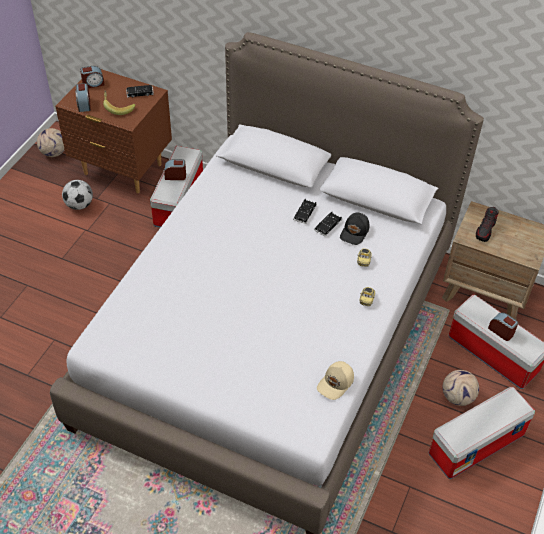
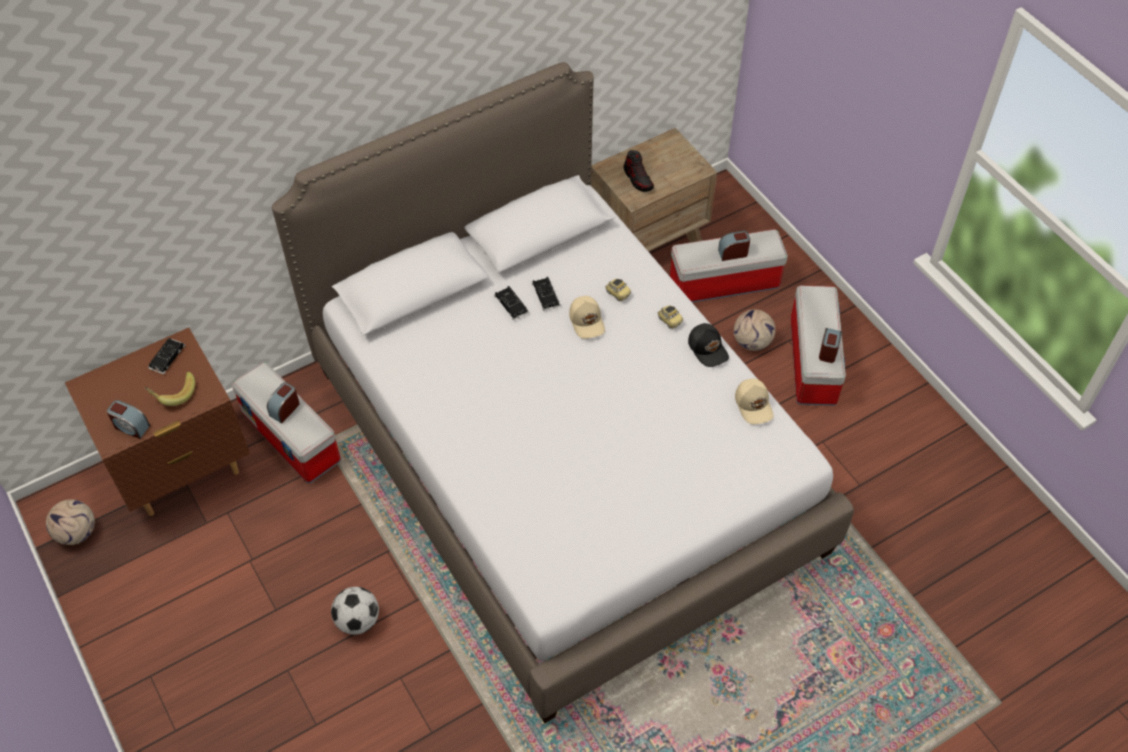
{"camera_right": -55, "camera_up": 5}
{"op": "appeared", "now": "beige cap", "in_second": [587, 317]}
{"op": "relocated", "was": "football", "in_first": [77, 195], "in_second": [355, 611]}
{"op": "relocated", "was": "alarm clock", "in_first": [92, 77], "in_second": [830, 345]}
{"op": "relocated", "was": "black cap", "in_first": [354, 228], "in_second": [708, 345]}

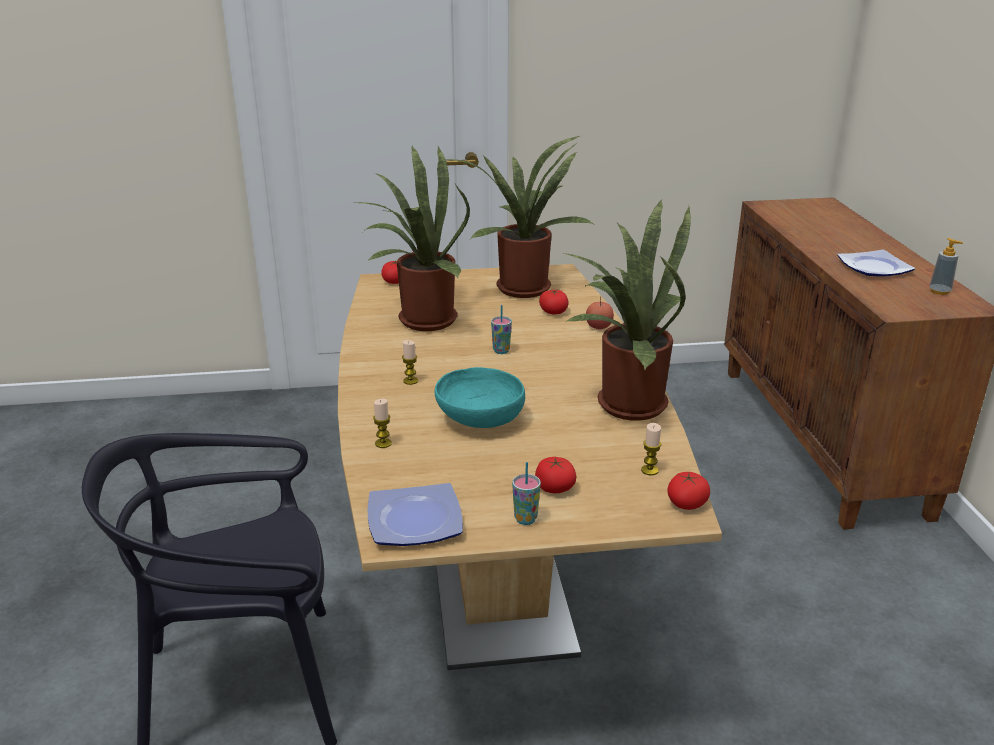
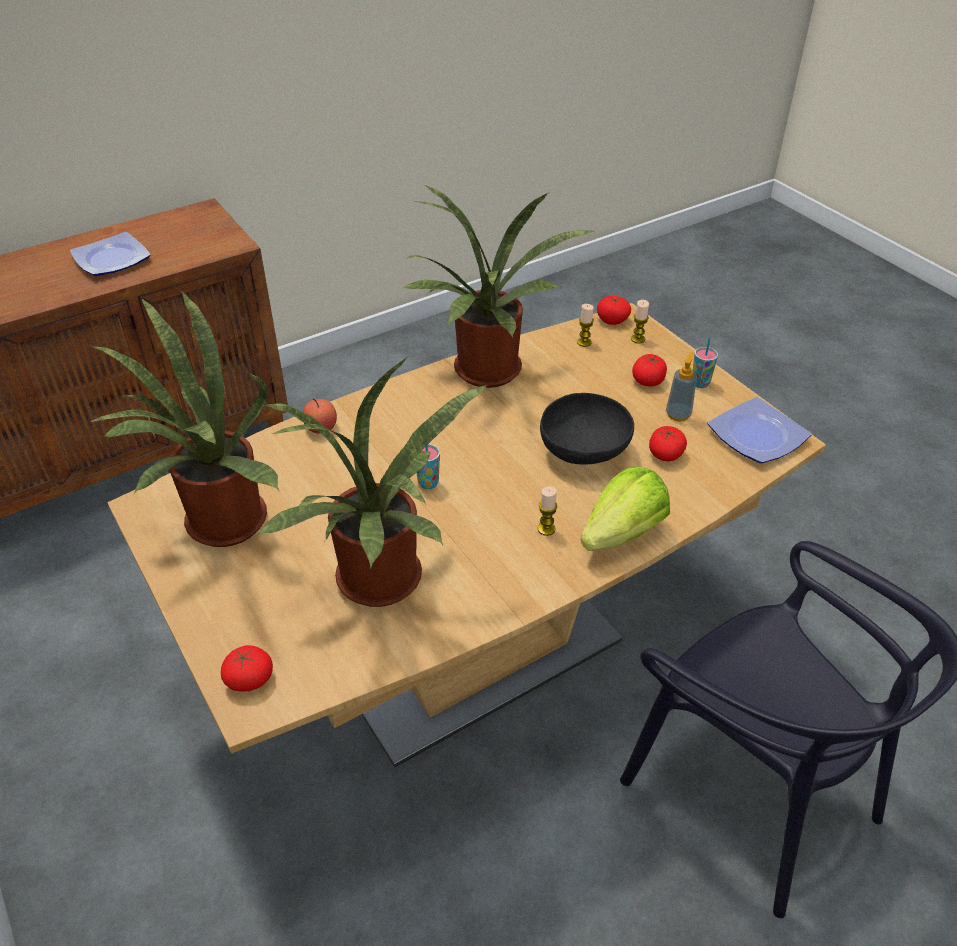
{"camera_right": -115, "camera_up": 15}
{"op": "appeared", "now": "lettuce", "in_second": [625, 509]}
{"op": "relocated", "was": "candle", "in_first": [382, 423], "in_second": [640, 321]}
{"op": "relocated", "was": "tomato", "in_first": [554, 302], "in_second": [668, 443]}
{"op": "relocated", "was": "soap dispenser", "in_first": [946, 266], "in_second": [681, 387]}
{"op": "colour", "was": "turquoise bowl", "now": "black bowl", "in_first": [480, 397], "in_second": [587, 428]}

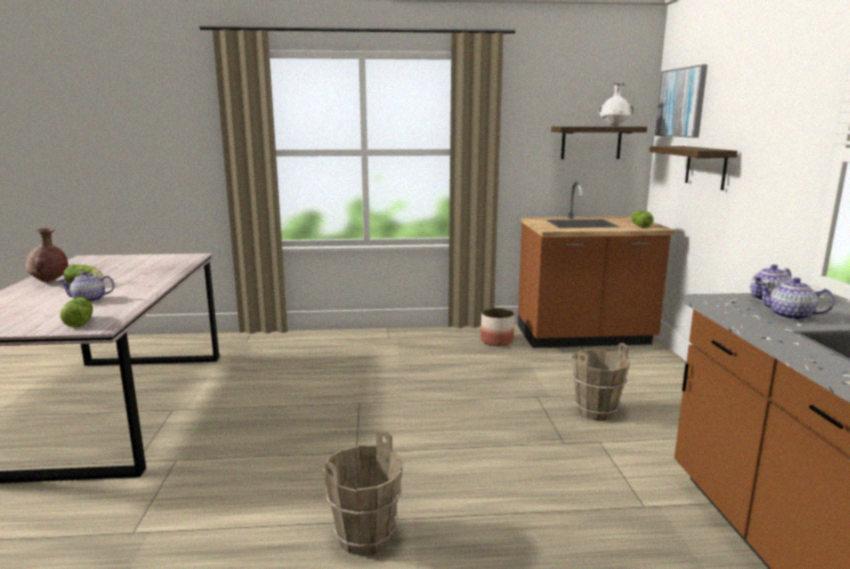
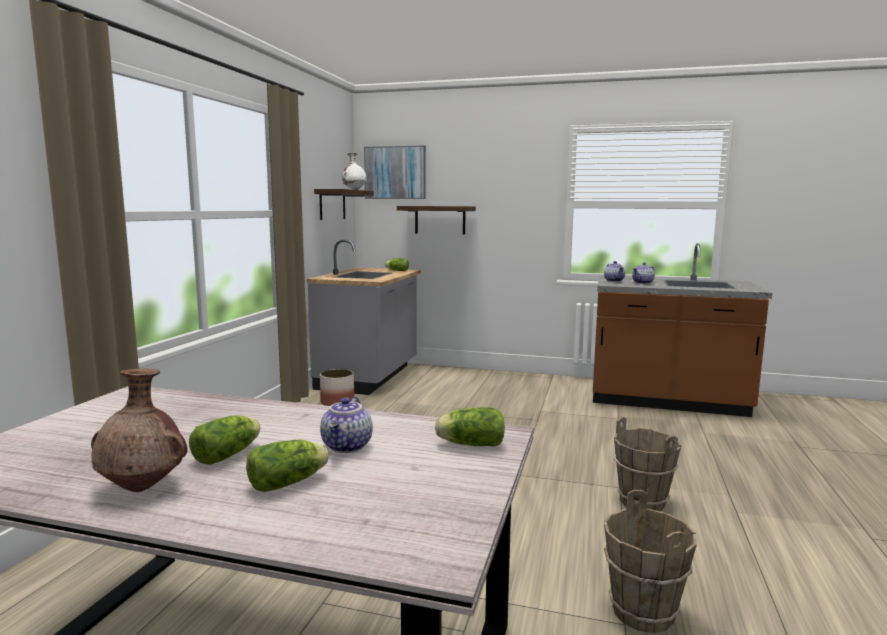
{"camera_right": -70, "camera_up": -5}
{"op": "appeared", "now": "lettuce", "in_second": [287, 465]}
{"op": "relocated", "was": "brown bucket", "in_first": [601, 382], "in_second": [650, 561]}
{"op": "colour", "was": "brown counter", "now": "grey counter", "in_first": [596, 265], "in_second": [364, 317]}

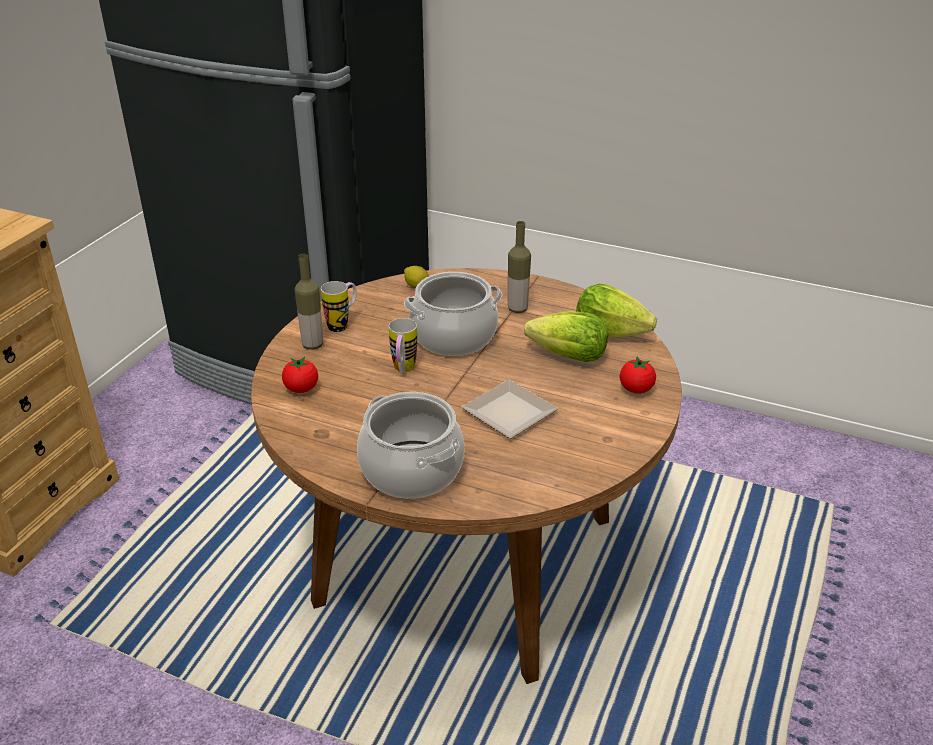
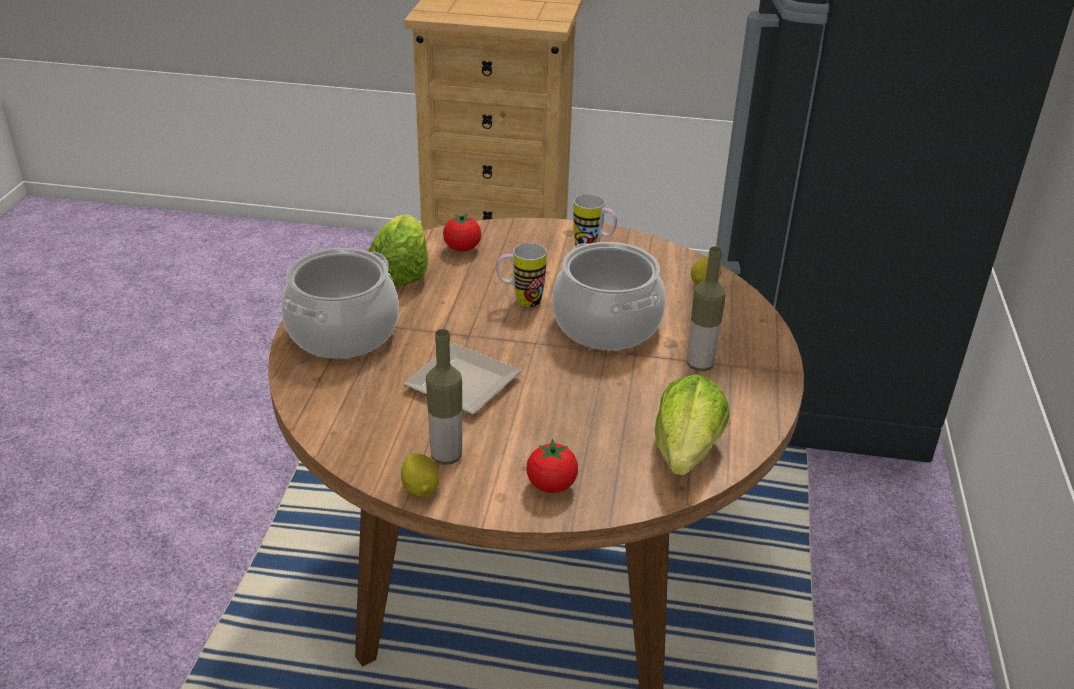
{"camera_right": 75, "camera_up": 0}
{"op": "appeared", "now": "lemon", "in_second": [420, 475]}
{"op": "relocated", "was": "bottle", "in_first": [308, 302], "in_second": [444, 397]}
{"op": "relocated", "was": "lettuce", "in_first": [566, 336], "in_second": [399, 250]}

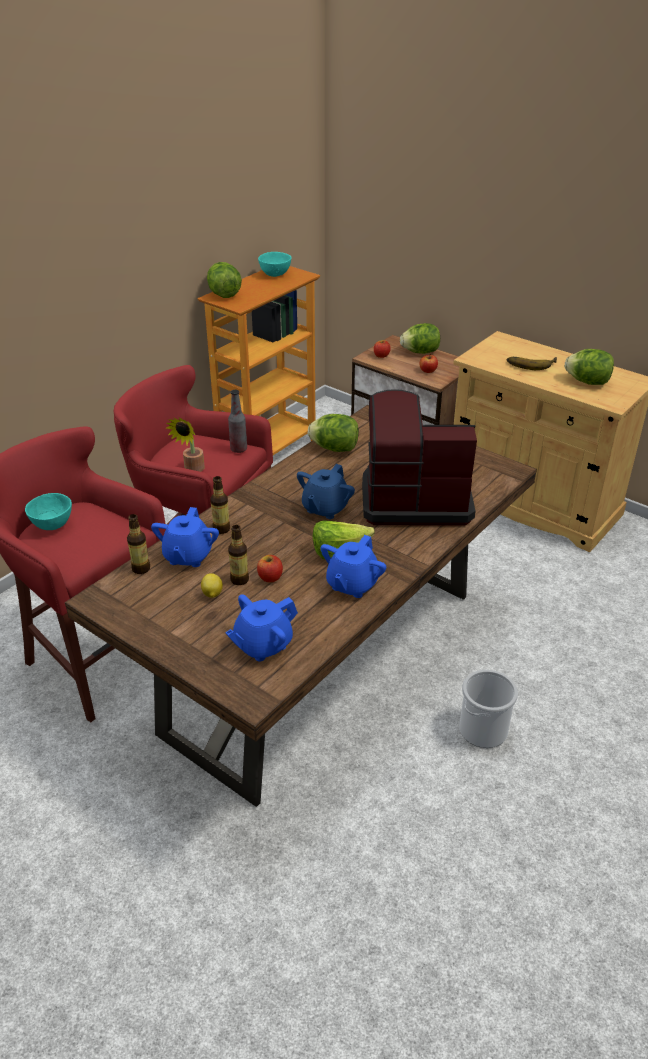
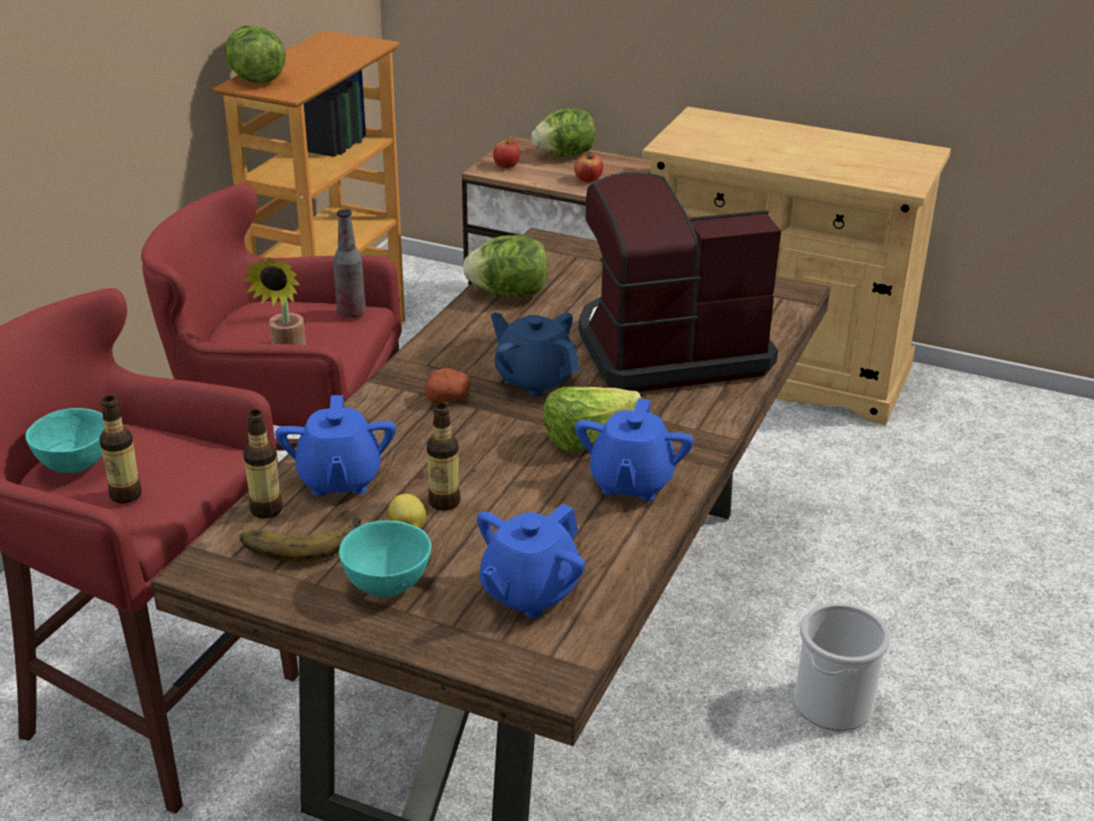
{"camera_right": -15, "camera_up": -5}
{"op": "missing", "was": "apple", "in_first": [270, 568]}
{"op": "missing", "was": "lettuce", "in_first": [589, 367]}
{"op": "appeared", "now": "potato", "in_second": [447, 385]}
{"op": "relocated", "was": "bottle", "in_first": [220, 505], "in_second": [120, 449]}
{"op": "relocated", "was": "turquoise bowl", "in_first": [274, 264], "in_second": [385, 559]}
{"op": "relocated", "was": "banana", "in_first": [532, 363], "in_second": [300, 539]}
{"op": "spun", "was": "blue teapot", "in_first": [326, 491], "in_second": [535, 354], "clockwise": 120}

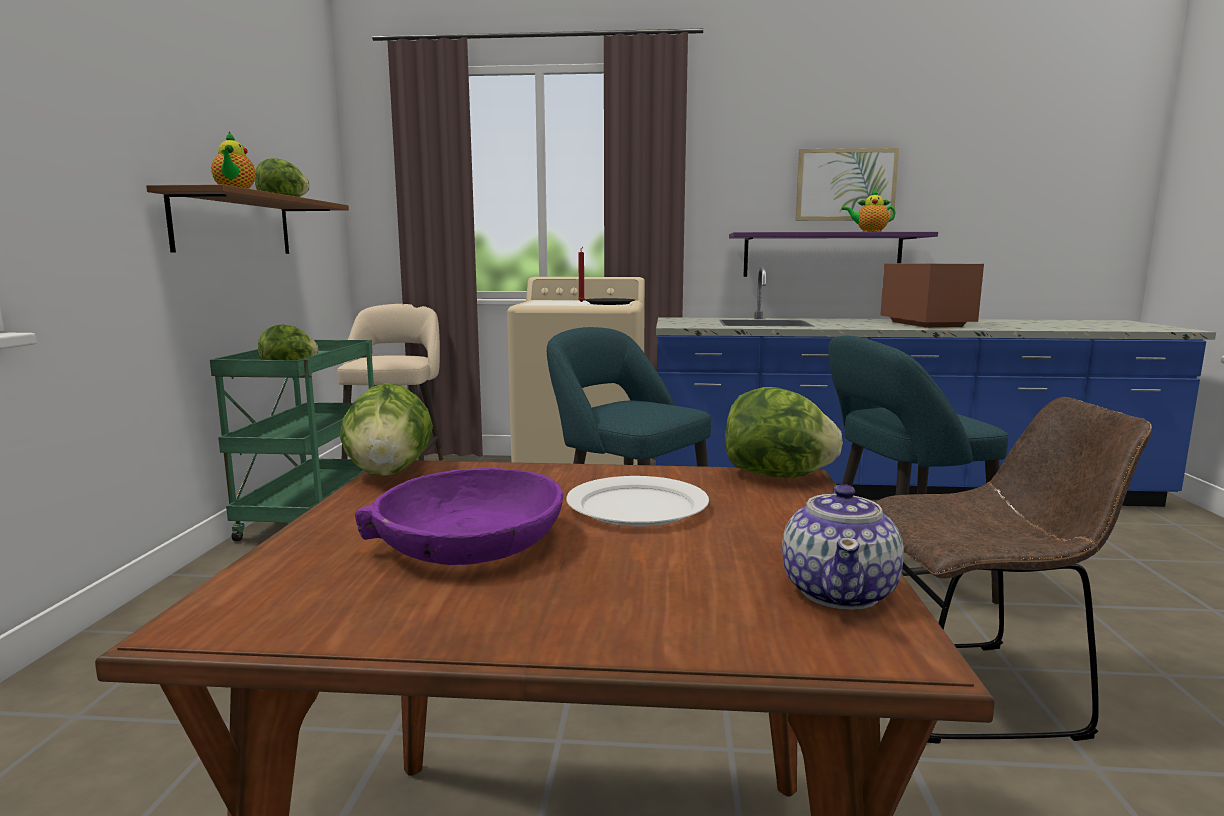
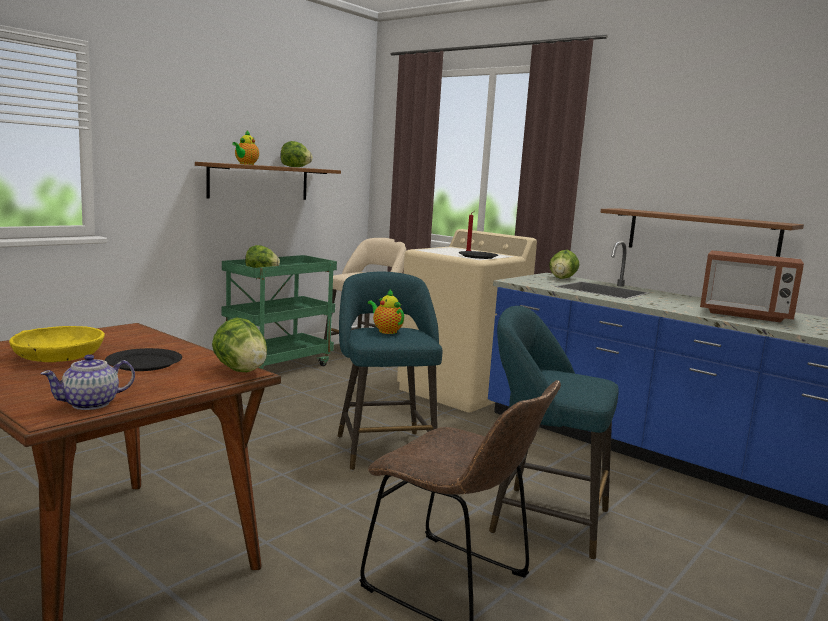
{"camera_right": 35, "camera_up": 0}
{"op": "missing", "was": "picture", "in_first": [847, 184]}
{"op": "relocated", "was": "lettuce", "in_first": [386, 430], "in_second": [564, 264]}
{"op": "relocated", "was": "teapot", "in_first": [868, 210], "in_second": [385, 311]}
{"op": "colour", "was": "purple bowl", "now": "yellow bowl", "in_first": [459, 516], "in_second": [57, 344]}
{"op": "colour", "was": "white plate", "now": "black plate", "in_first": [637, 501], "in_second": [143, 359]}
{"op": "colour", "was": "purple shelf", "now": "brown shelf", "in_first": [833, 254], "in_second": [702, 233]}
{"op": "spun", "was": "microwave", "in_first": [932, 295], "in_second": [752, 286], "clockwise": 90}

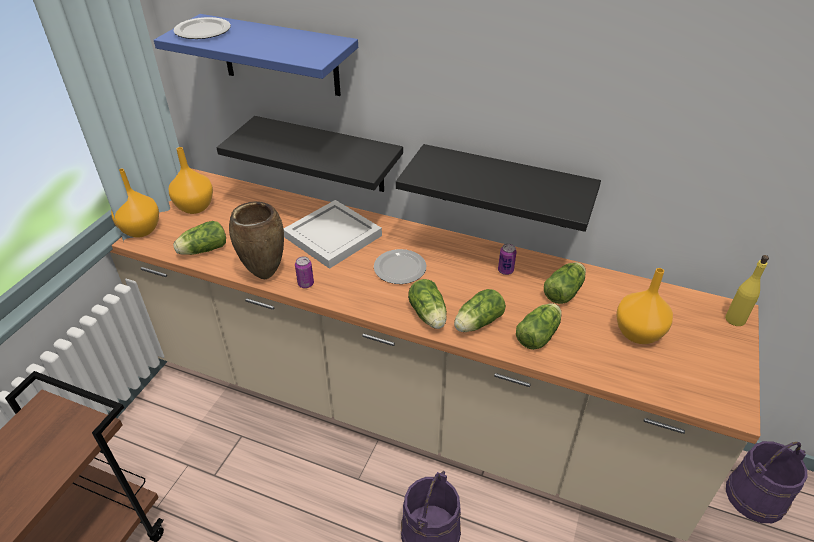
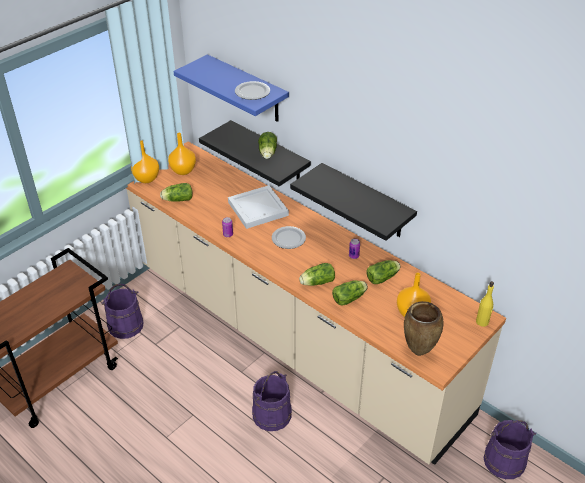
{"camera_right": 20, "camera_up": 0}
{"op": "appeared", "now": "purple bucket", "in_second": [122, 311]}
{"op": "relocated", "was": "plate", "in_first": [202, 28], "in_second": [252, 90]}
{"op": "relocated", "was": "brown vase", "in_first": [256, 240], "in_second": [424, 328]}
{"op": "relocated", "was": "lettuce", "in_first": [427, 304], "in_second": [267, 145]}

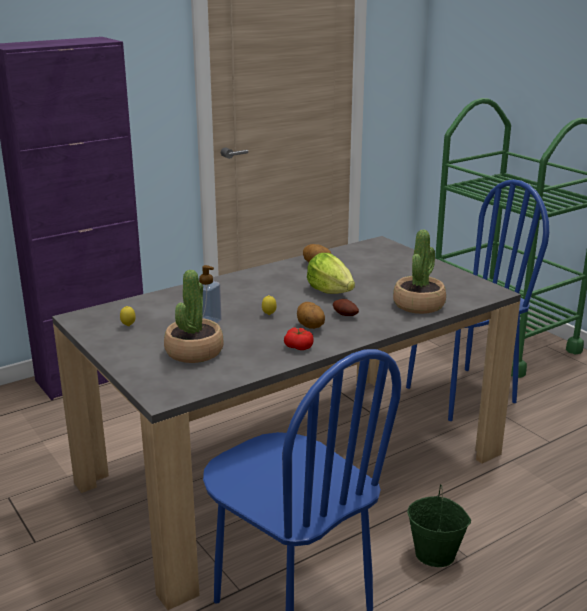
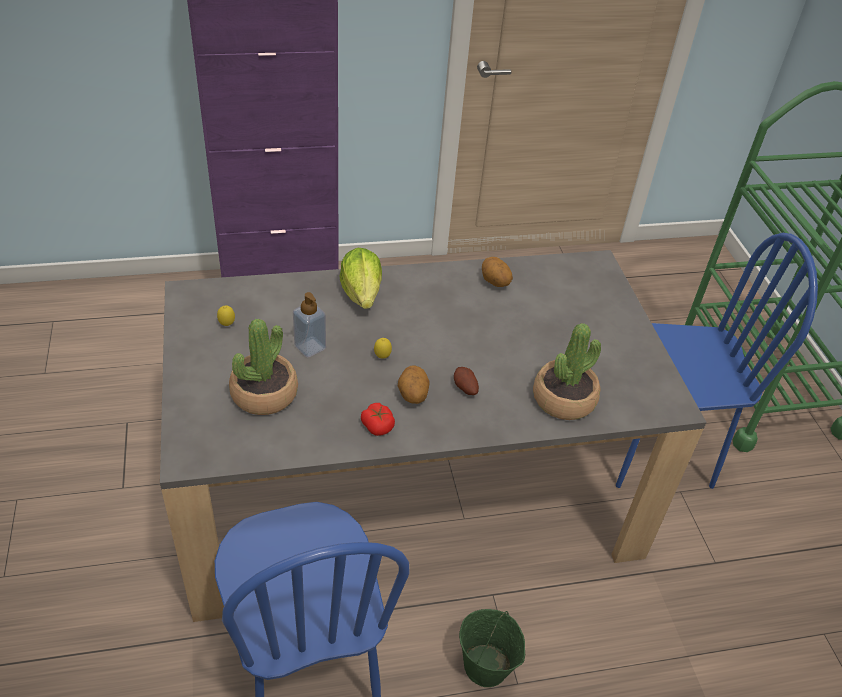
{"camera_right": 20, "camera_up": 20}
{"op": "relocated", "was": "lettuce", "in_first": [331, 273], "in_second": [361, 278]}

